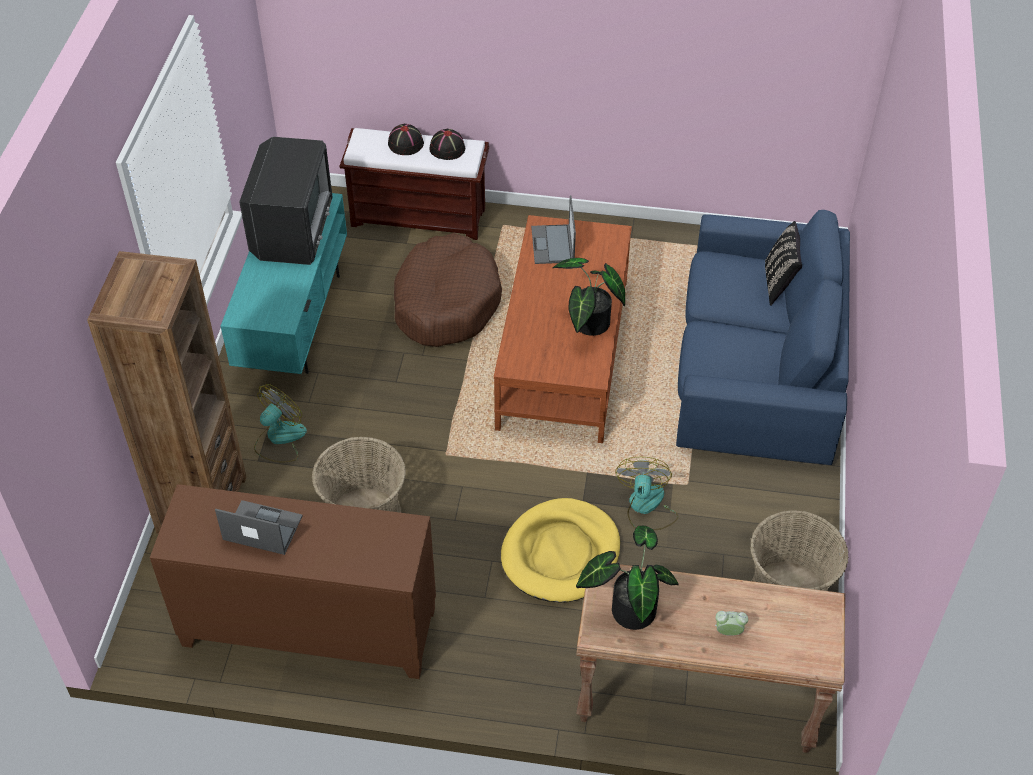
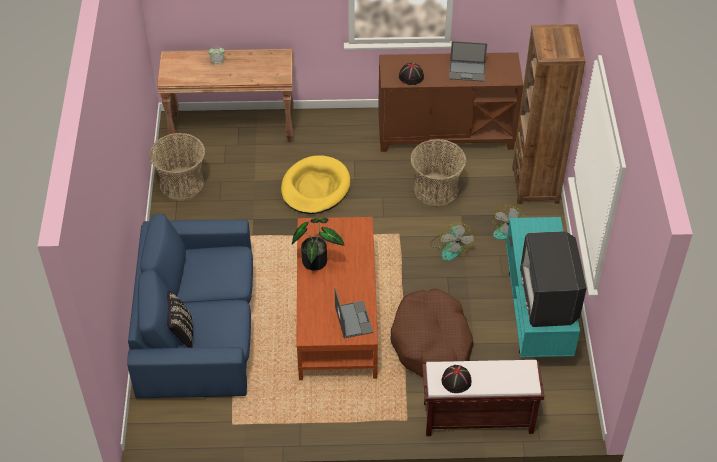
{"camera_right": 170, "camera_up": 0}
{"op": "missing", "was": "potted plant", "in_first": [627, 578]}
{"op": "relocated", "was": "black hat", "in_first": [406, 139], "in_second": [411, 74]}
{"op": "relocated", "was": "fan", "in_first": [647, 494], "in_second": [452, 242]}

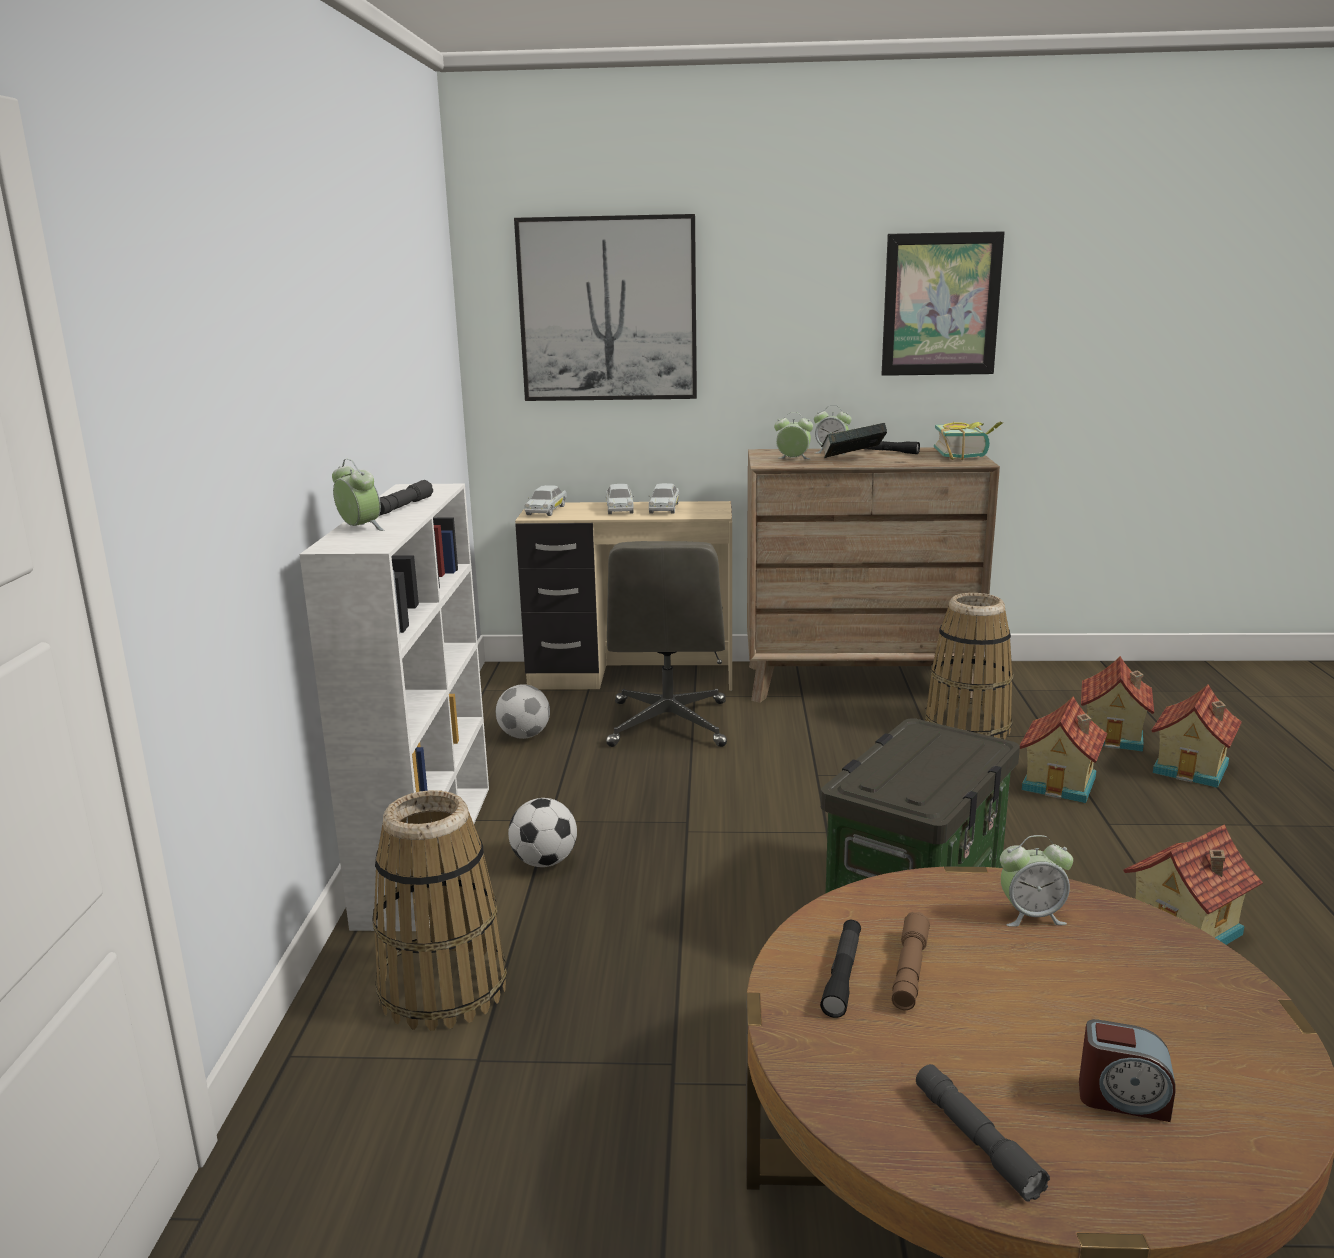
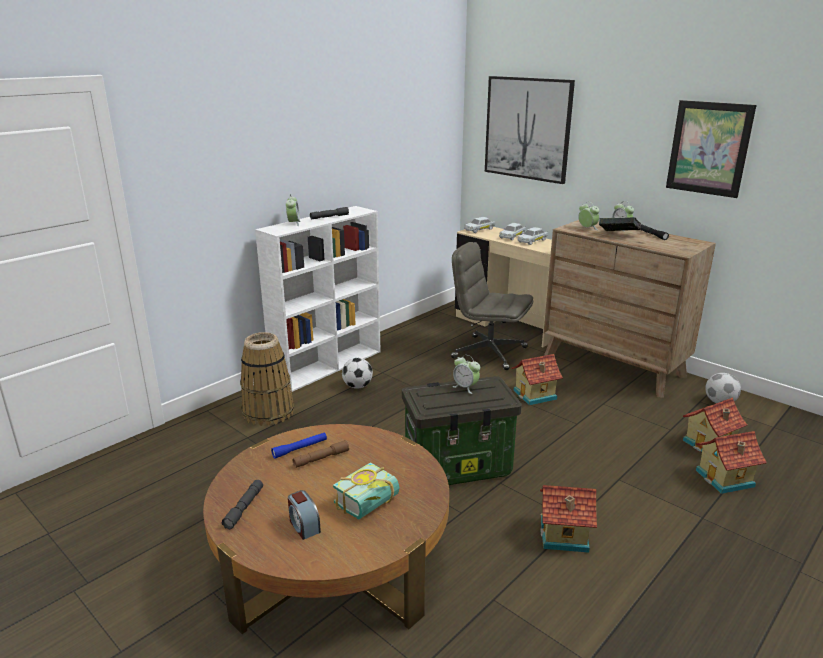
{"camera_right": 40, "camera_up": 5}
{"op": "missing", "was": "basket", "in_first": [969, 666]}
{"op": "relocated", "was": "football", "in_first": [523, 711], "in_second": [723, 388]}
{"op": "relocated", "was": "book", "in_first": [968, 441], "in_second": [366, 491]}
{"op": "relocated", "was": "alarm clock", "in_first": [1036, 881], "in_second": [466, 374]}
{"op": "relocated", "was": "toy house", "in_first": [1063, 749], "in_second": [537, 379]}
{"op": "colour", "was": "black flashlight", "now": "blue flashlight", "in_first": [840, 969], "in_second": [299, 446]}
{"op": "spun", "was": "grey office chair", "in_first": [666, 644], "in_second": [492, 306], "clockwise": 75}

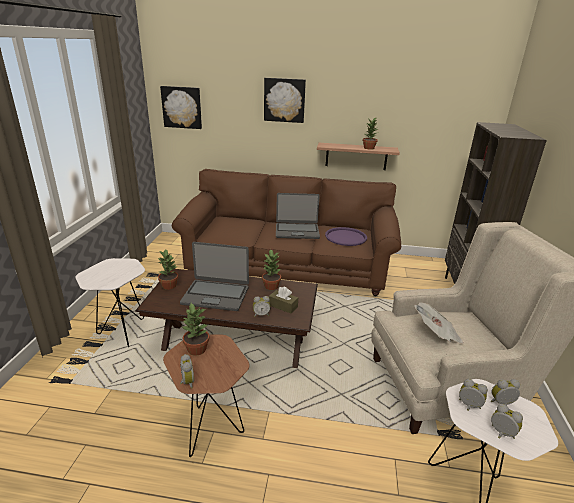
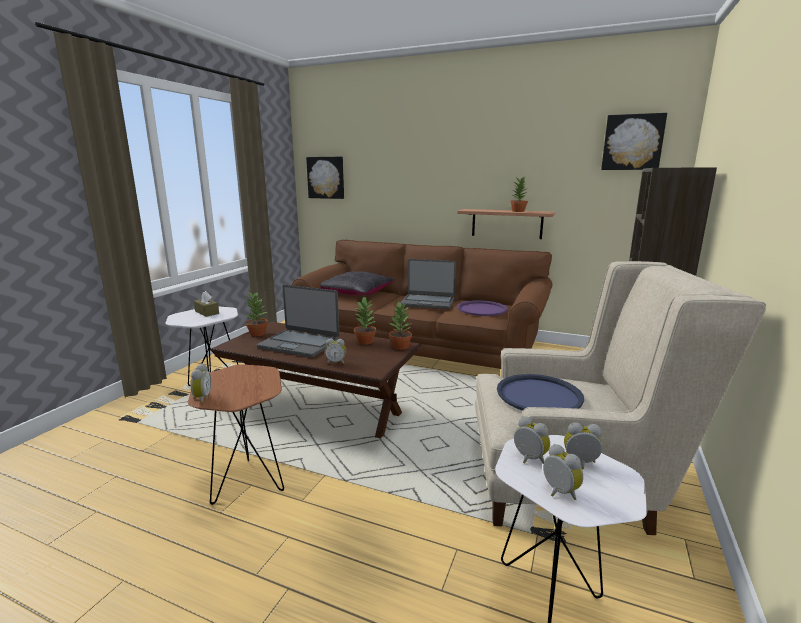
{"camera_right": 15, "camera_up": -10}
{"op": "appeared", "now": "black pillow", "in_second": [357, 283]}
{"op": "relocated", "was": "potted plant", "in_first": [196, 329], "in_second": [400, 326]}
{"op": "relocated", "was": "picture", "in_first": [285, 100], "in_second": [634, 141]}
{"op": "relocated", "was": "brown tissue box", "in_first": [283, 300], "in_second": [206, 304]}
{"op": "exchanged", "was": "newspaper", "now": "blue tray", "in_first": [439, 323], "in_second": [540, 392]}

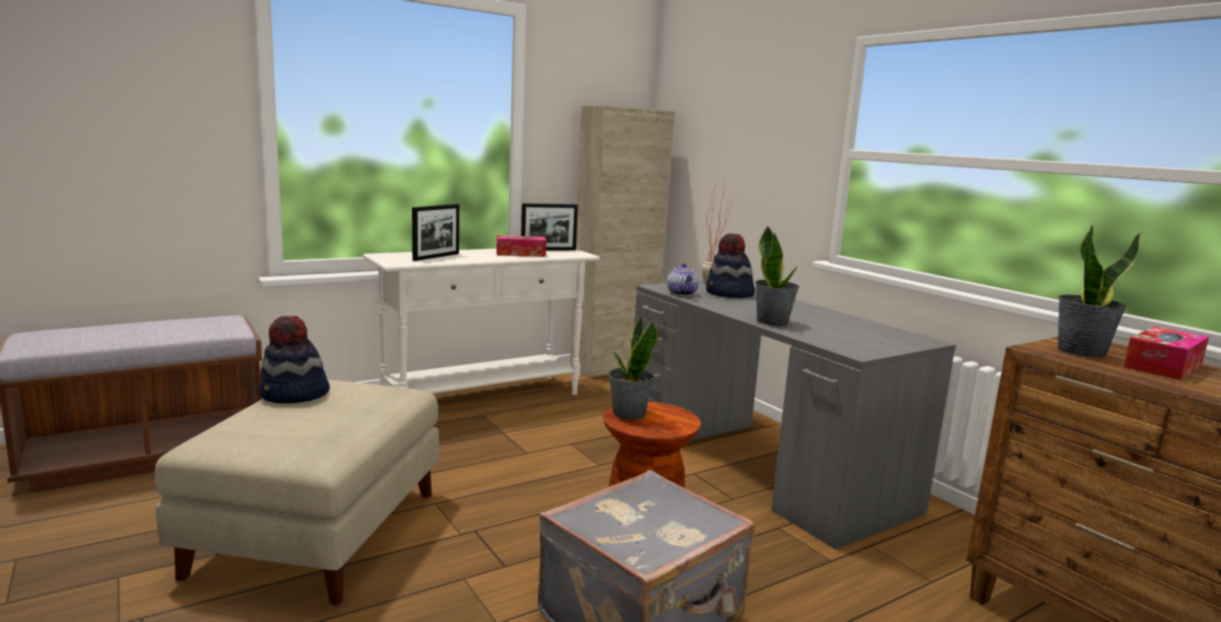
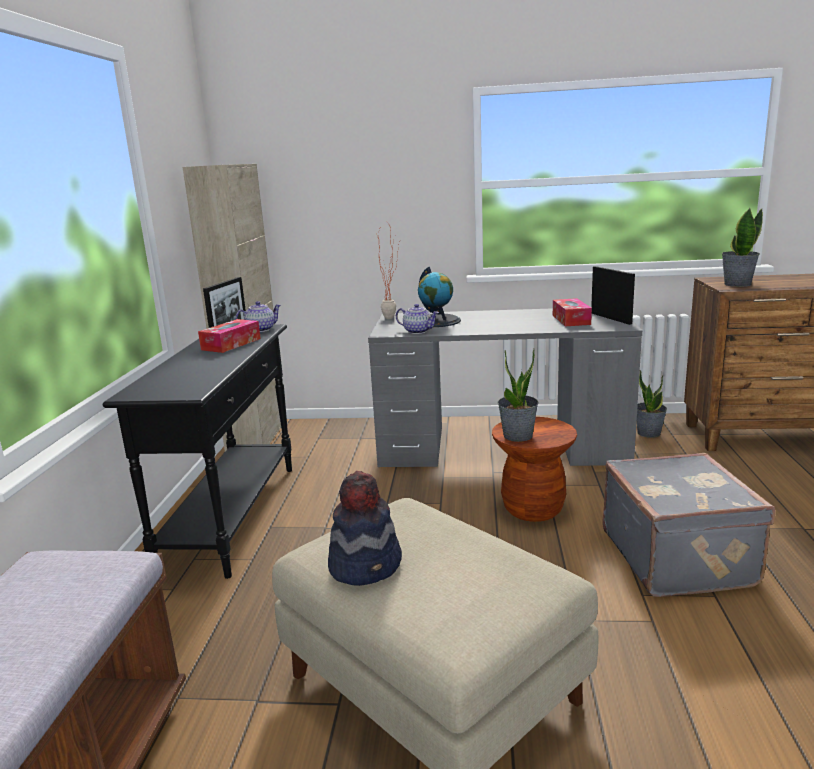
{"camera_right": -50, "camera_up": 5}
{"op": "appeared", "now": "teapot", "in_second": [258, 316]}
{"op": "relocated", "was": "picture frame", "in_first": [435, 232], "in_second": [613, 295]}
{"op": "relocated", "was": "potted plant", "in_first": [777, 275], "in_second": [652, 404]}
{"op": "relocated", "was": "tissue box", "in_first": [1166, 353], "in_second": [572, 312]}
{"op": "exchanged", "was": "hat", "now": "globe", "in_first": [730, 265], "in_second": [439, 297]}
{"op": "colour", "was": "white console table", "now": "black console table", "in_first": [481, 322], "in_second": [197, 451]}

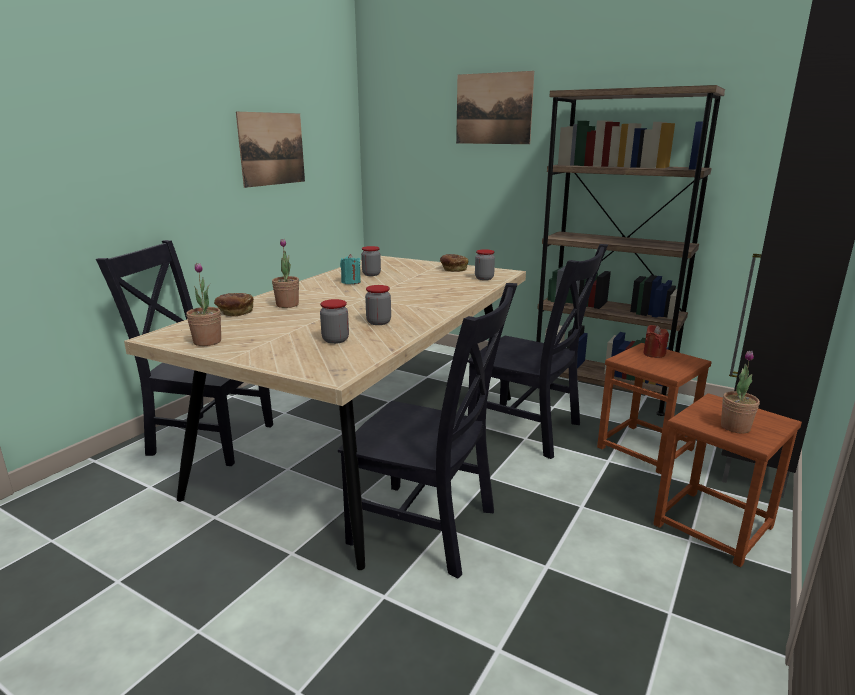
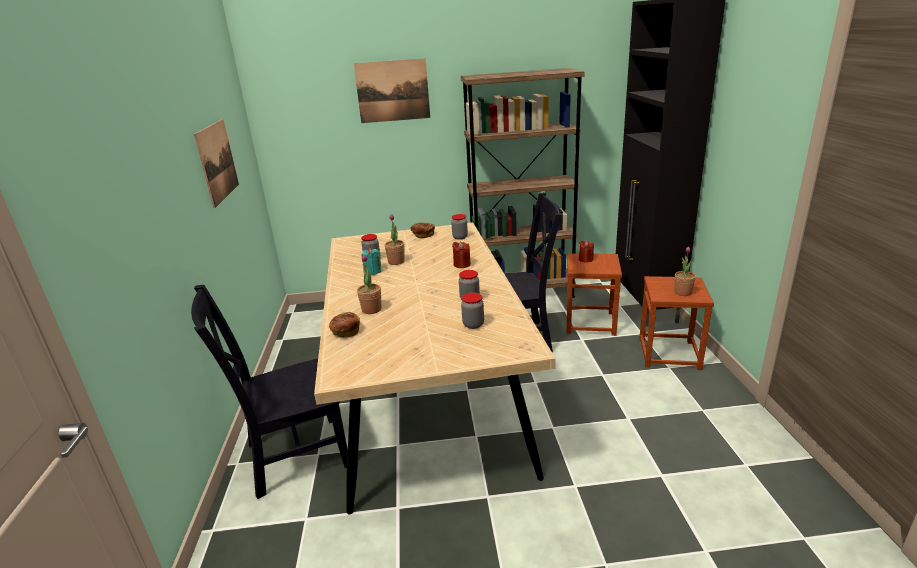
{"camera_right": -35, "camera_up": 5}
{"op": "missing", "was": "black chair", "in_first": [427, 431]}
{"op": "appeared", "now": "red candle", "in_second": [461, 254]}
{"op": "relocated", "was": "potted plant", "in_first": [203, 304], "in_second": [395, 240]}

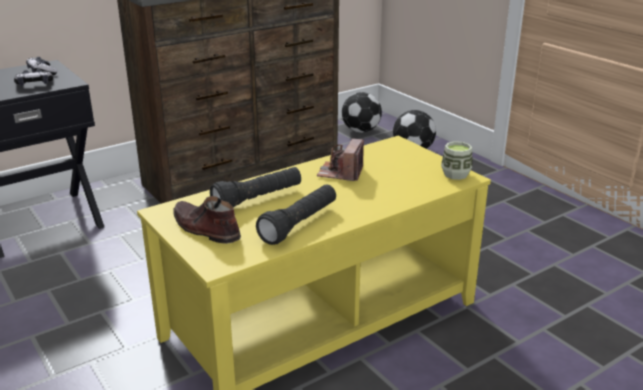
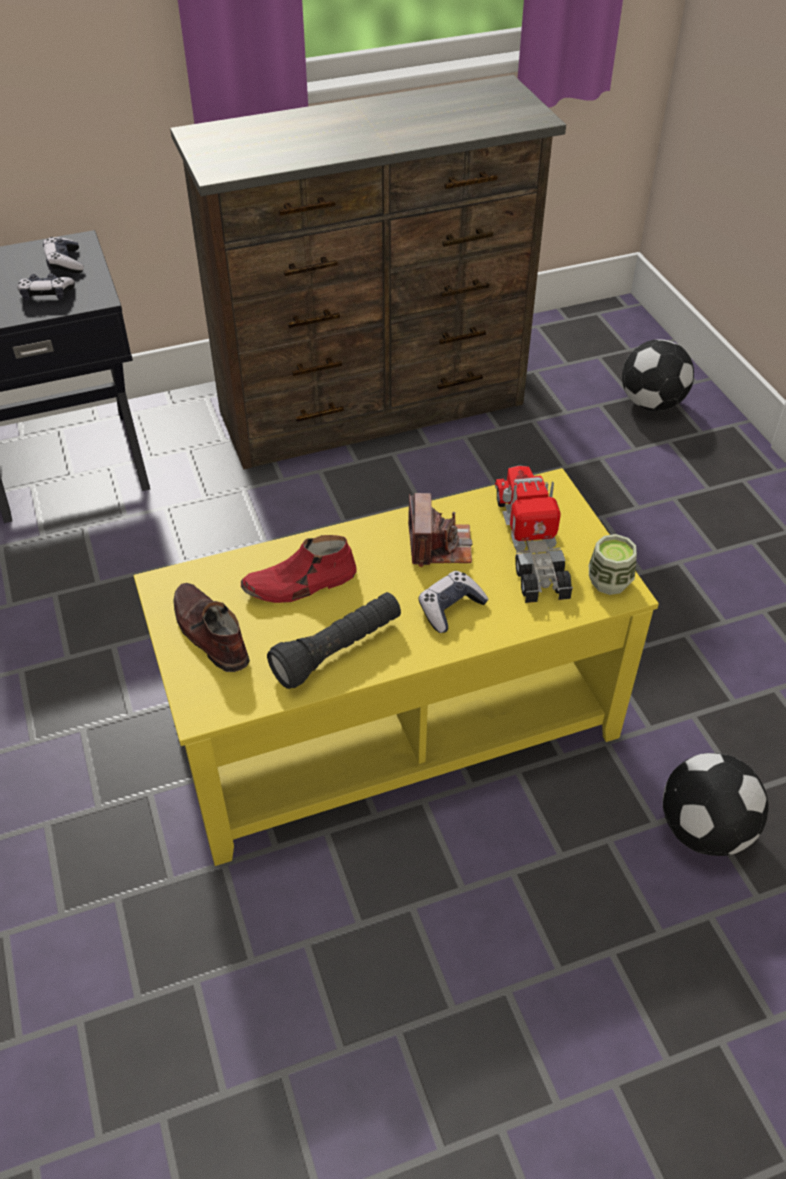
{"camera_right": 15, "camera_up": 20}
{"op": "appeared", "now": "game controller", "in_second": [453, 602]}
{"op": "appeared", "now": "toy truck", "in_second": [534, 534]}
{"op": "relocated", "was": "football", "in_first": [362, 112], "in_second": [716, 804]}
{"op": "exchanged", "was": "black flashlight", "now": "red shoe", "in_first": [255, 187], "in_second": [299, 569]}
{"op": "spun", "was": "photo camera", "in_first": [340, 160], "in_second": [440, 530], "clockwise": 150}

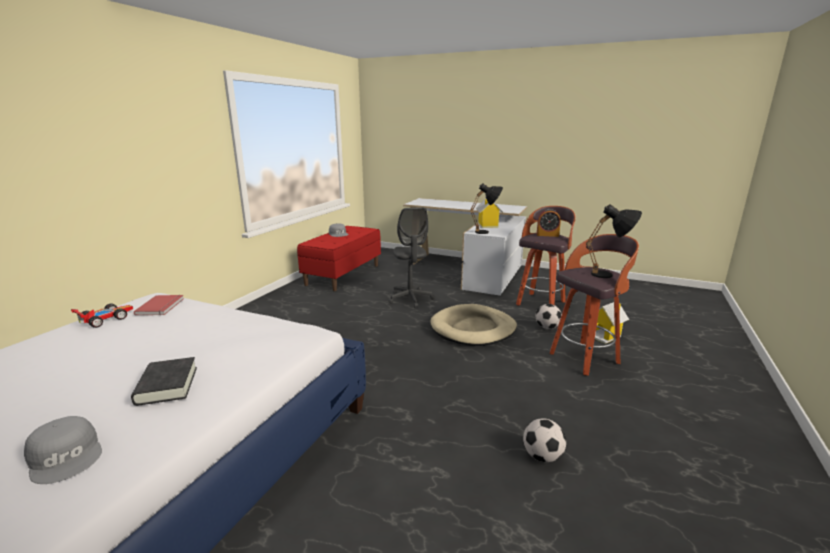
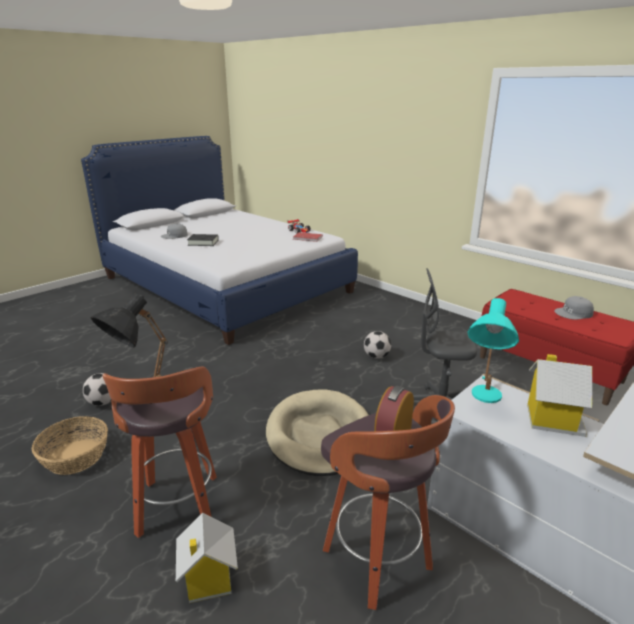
{"camera_right": 110, "camera_up": 5}
{"op": "appeared", "now": "basket", "in_second": [70, 445]}
{"op": "relocated", "was": "football", "in_first": [549, 316], "in_second": [377, 345]}
{"op": "colour", "was": "black table lamp", "now": "turquoise table lamp", "in_first": [486, 208], "in_second": [493, 350]}

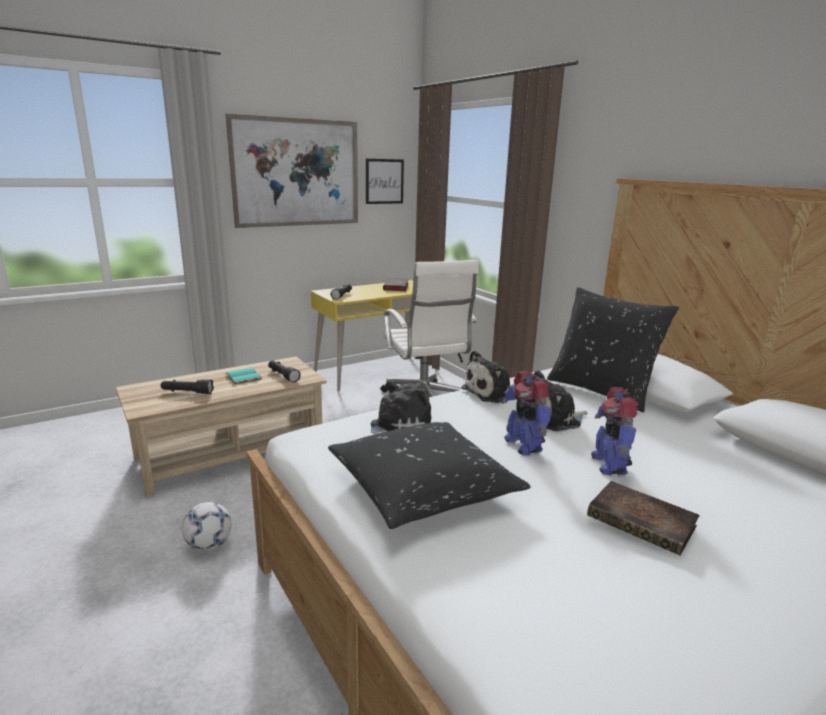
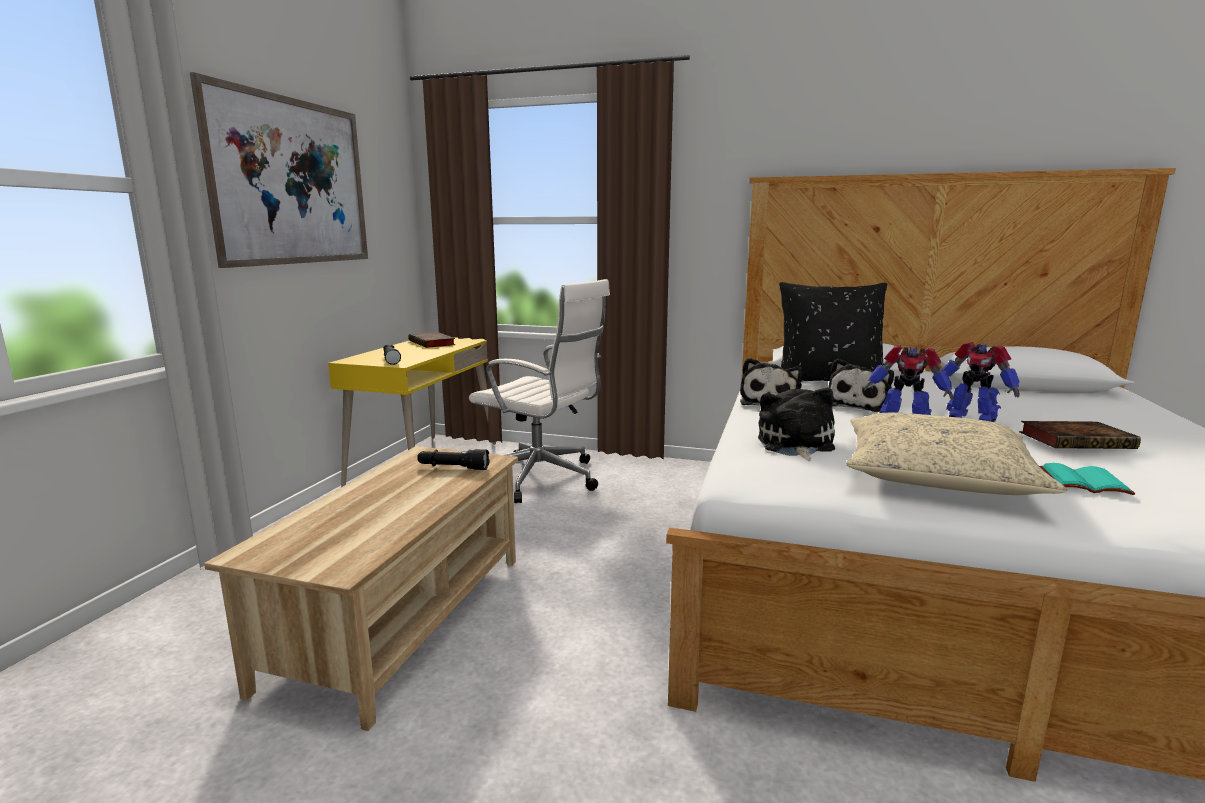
{"camera_right": -40, "camera_up": -5}
{"op": "missing", "was": "black flashlight", "in_first": [187, 386]}
{"op": "missing", "was": "football", "in_first": [207, 526]}
{"op": "missing", "was": "picture", "in_first": [385, 181]}
{"op": "relocated", "was": "turquoise book", "in_first": [243, 376], "in_second": [1087, 479]}
{"op": "colour", "was": "black pillow", "now": "beige pillow", "in_first": [429, 475], "in_second": [956, 454]}

